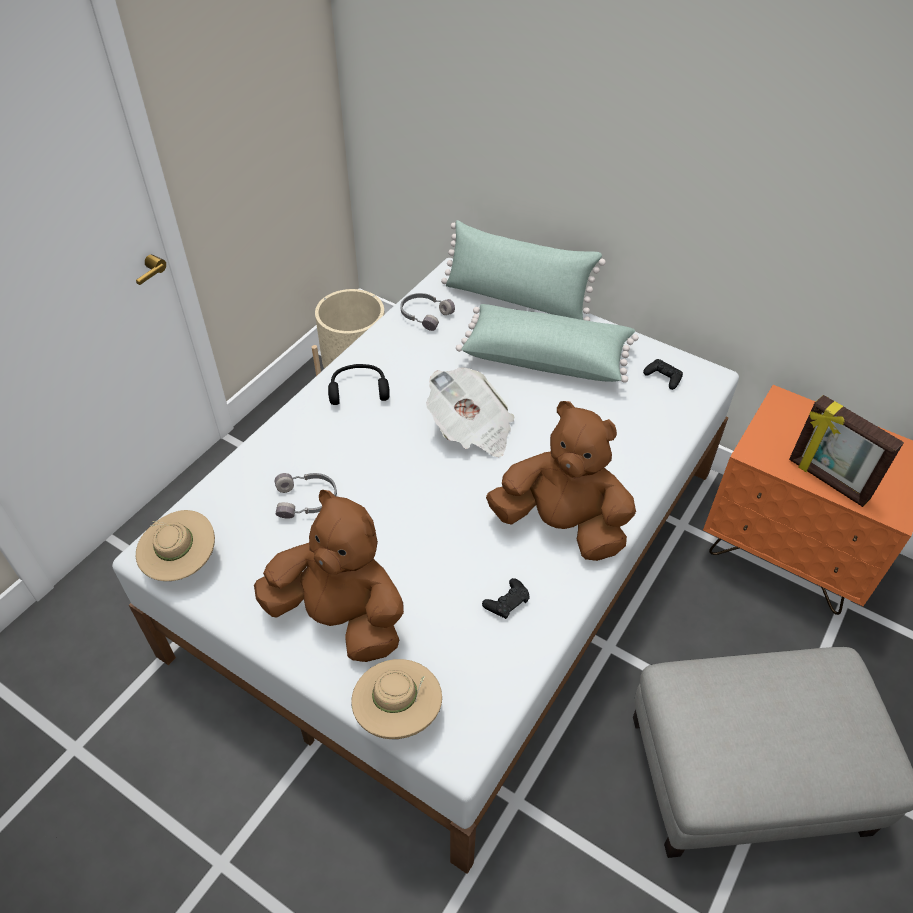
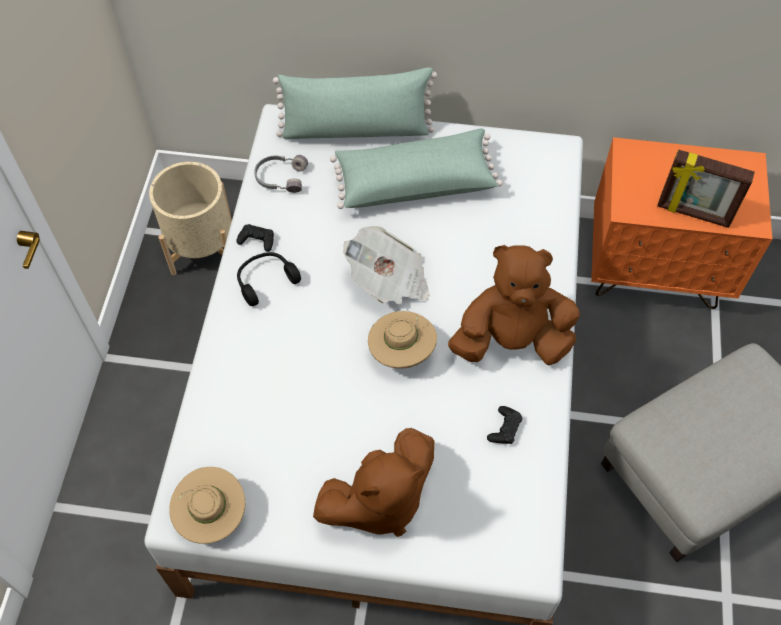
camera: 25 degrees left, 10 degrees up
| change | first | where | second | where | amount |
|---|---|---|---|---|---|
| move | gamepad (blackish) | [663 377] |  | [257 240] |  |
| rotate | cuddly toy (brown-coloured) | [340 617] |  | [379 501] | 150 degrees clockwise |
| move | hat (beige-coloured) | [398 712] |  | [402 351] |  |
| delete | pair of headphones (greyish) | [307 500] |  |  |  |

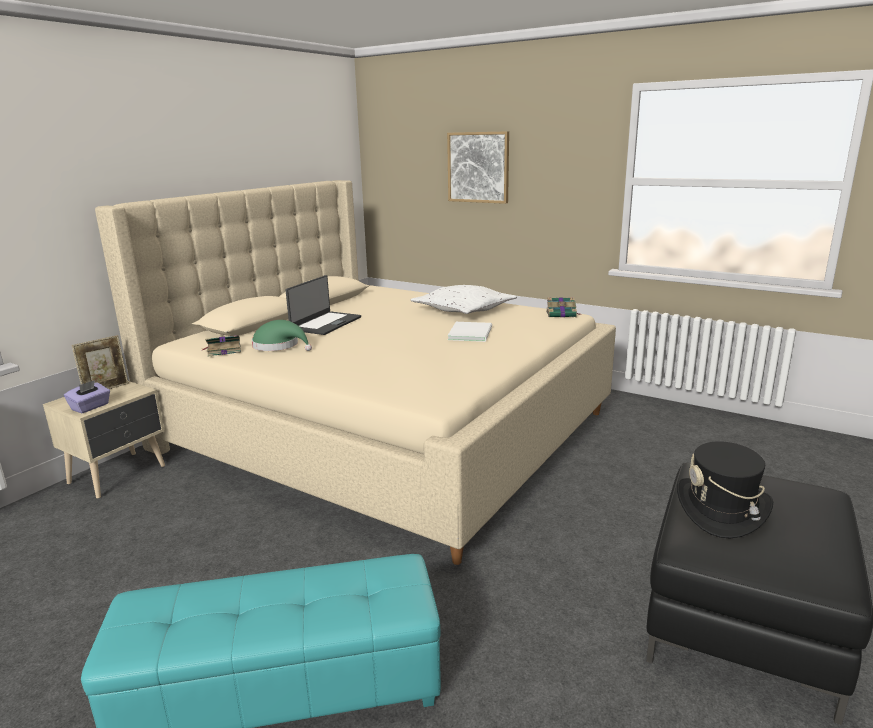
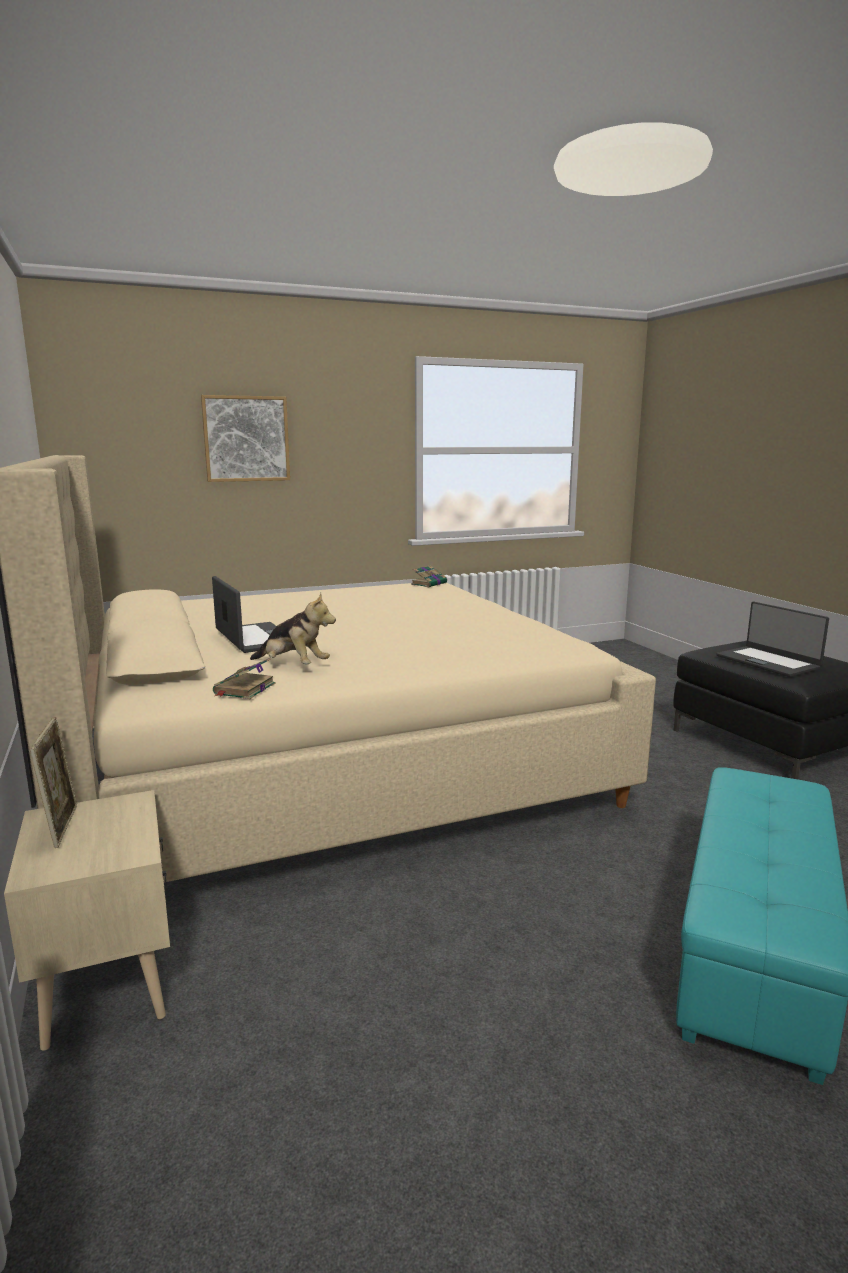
camera: 55 degrees left, 5 degrees down
| change | first | where | second | where | amount |
|---|---|---|---|---|---|
| replace | hat (green-coloured) | [279 346] | cuddly toy | [293 666] |  |
| replace | hat (blackish) | [721 510] | notebook computer | [768 662] |  |
| delete | tissue holder (purplish) | [90 407] |  |  |  |
| delete | throw pillow (whitish) | [463 310] |  |  |  |
| delete | bound book (whitish) | [472 333] |  |  |  |

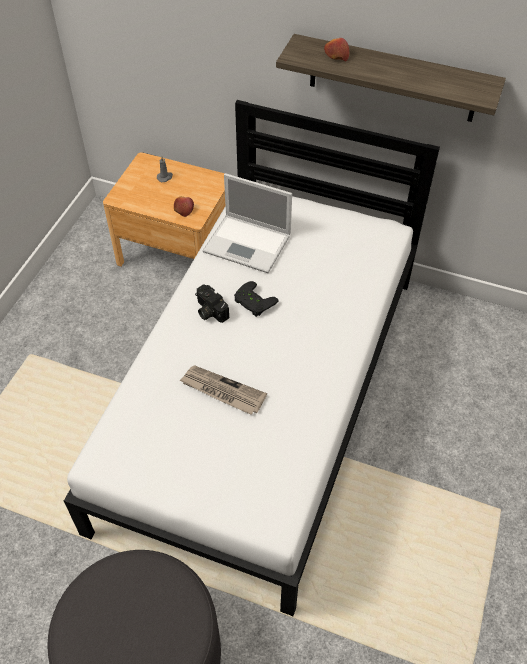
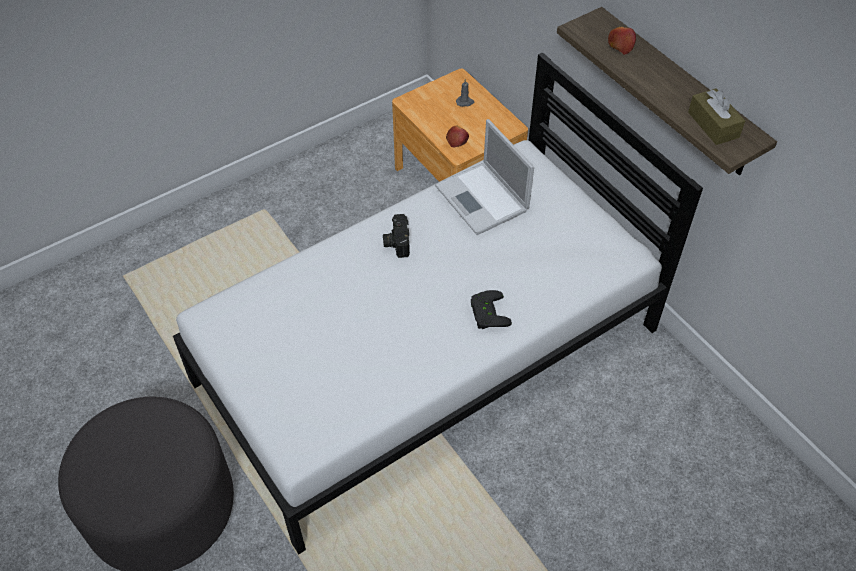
camera: 35 degrees right, 0 degrees up
| change | first | where | second | where | amount |
|---|---|---|---|---|---|
| move | gamepad (blackish) | [252 302] |  | [486 313] |  |
| insert |  |  | tissue holder (brown-coloured) | [713 125] |  |
| delete | newspaper | [222 391] |  |  |  |

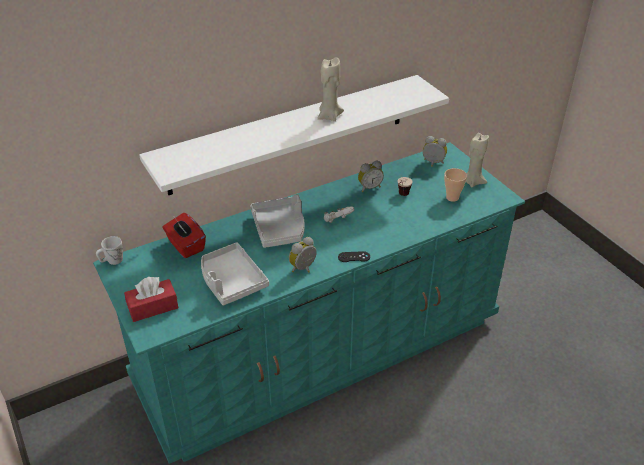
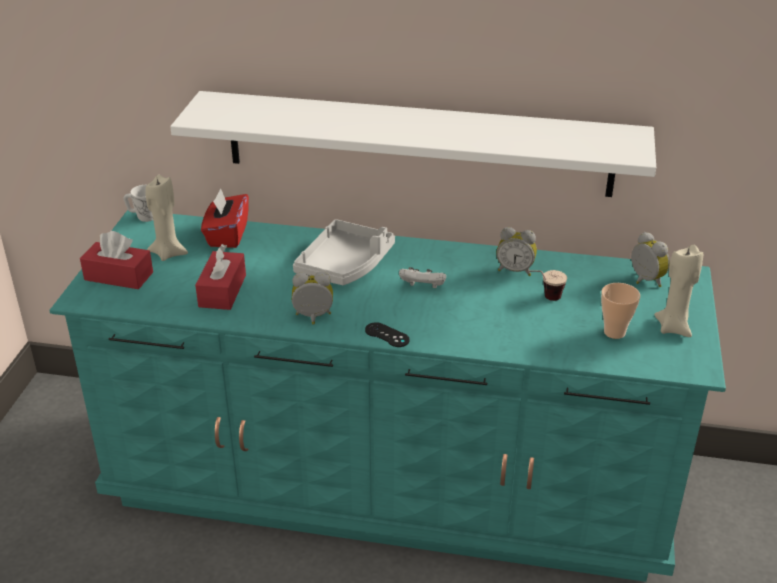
camera: 40 degrees right, 5 degrees down
| change | first | where | second | where | amount |
|---|---|---|---|---|---|
| move | candle (beige-coloured) | [329 116] |  | [168 253] |  |
| replace | serving tray (greyish) | [231 281] | tissue holder (red-coloured) | [222 291] |  |

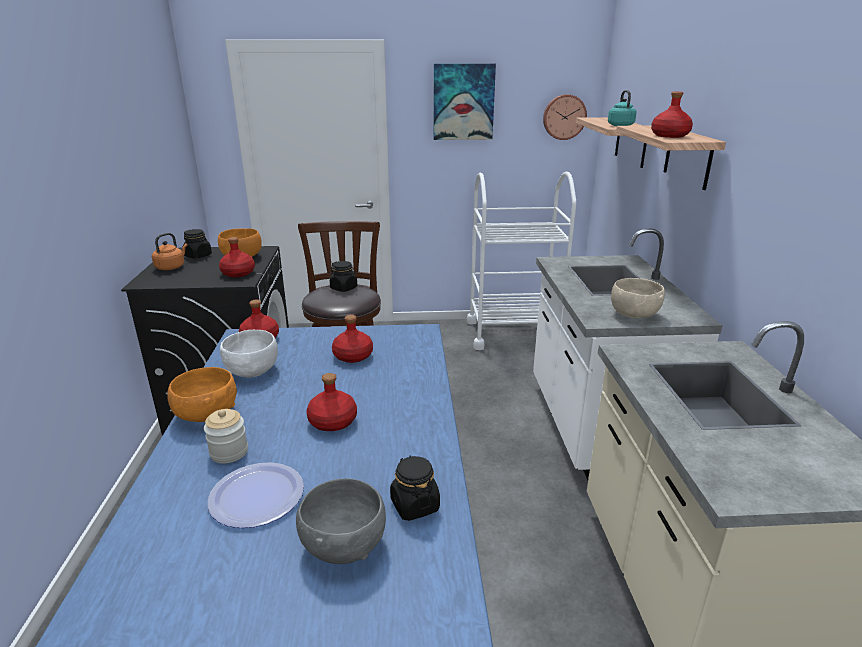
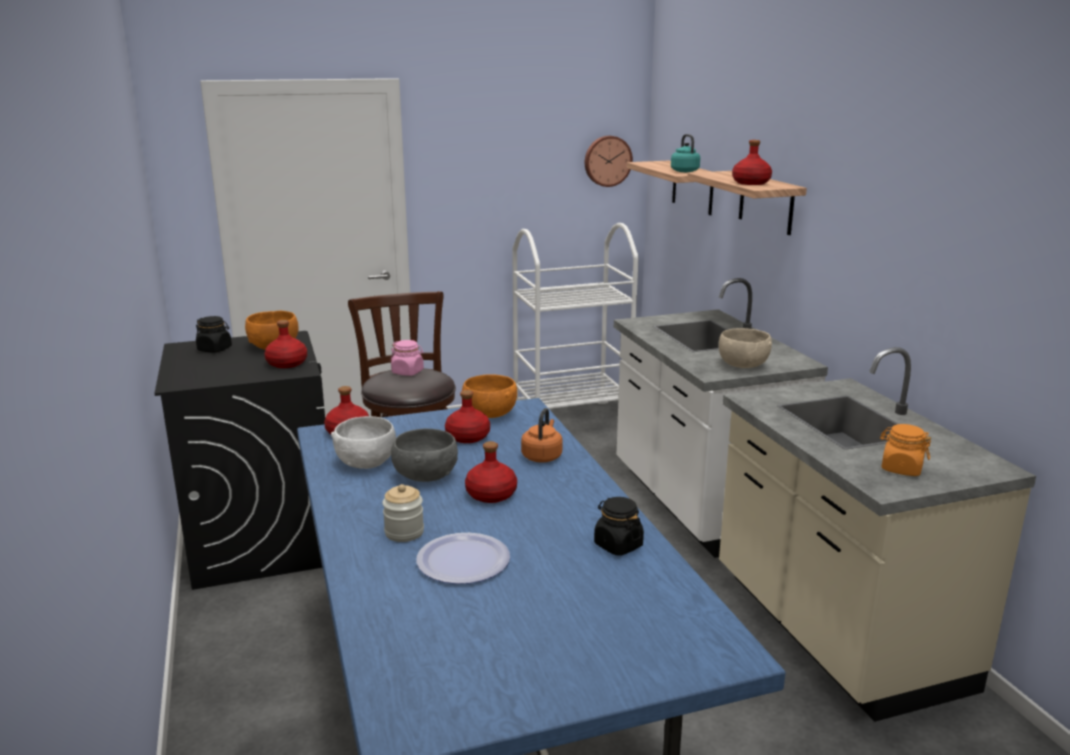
camera: 15 degrees left, 5 degrees down
| change | first | where | second | where | amount |
|---|---|---|---|---|---|
| recolor | storage jar (blackish) | [344 288] | storage jar (pink-coloured) | [408 372] |  |
| move | serving bowl (greyish) | [342 544] |  | [425 476] |  |
| move | serving bowl (orange) | [206 414] |  | [489 414] |  |
| move | kettle (orange) | [171 267] |  | [542 456] |  |
| insert |  |  | storage jar (orange) | [901 469] |  |
| delete | picture | [463 102] |  |  |  |

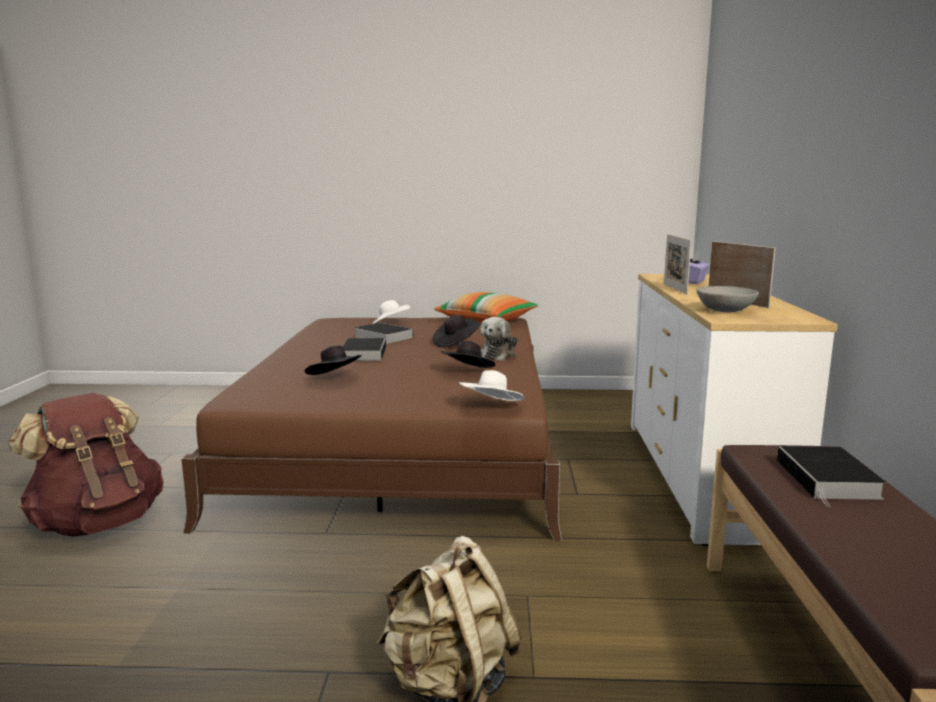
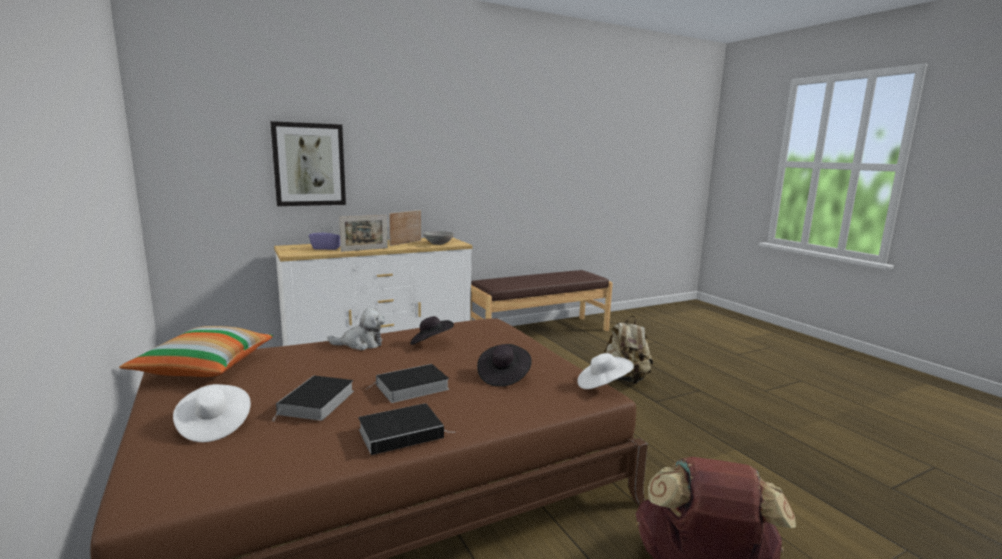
camera: 120 degrees left, 0 degrees up
| change | first | where | second | where | amount |
|---|---|---|---|---|---|
| insert |  |  | picture | [309 164] |  |
| move | bound book | [829 480] |  | [403 432] |  |
| move | hat (whitish) | [491 407] |  | [602 385] |  |
| delete | hat (blackish) | [456 343] |  |  |  |

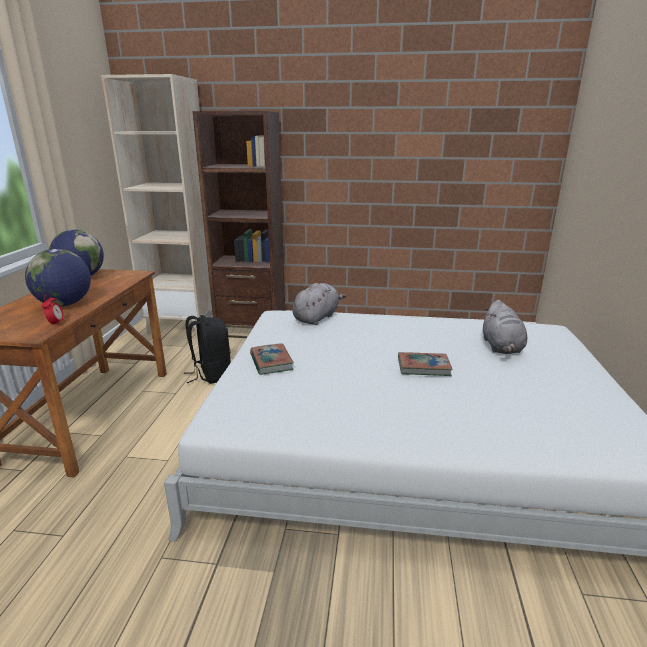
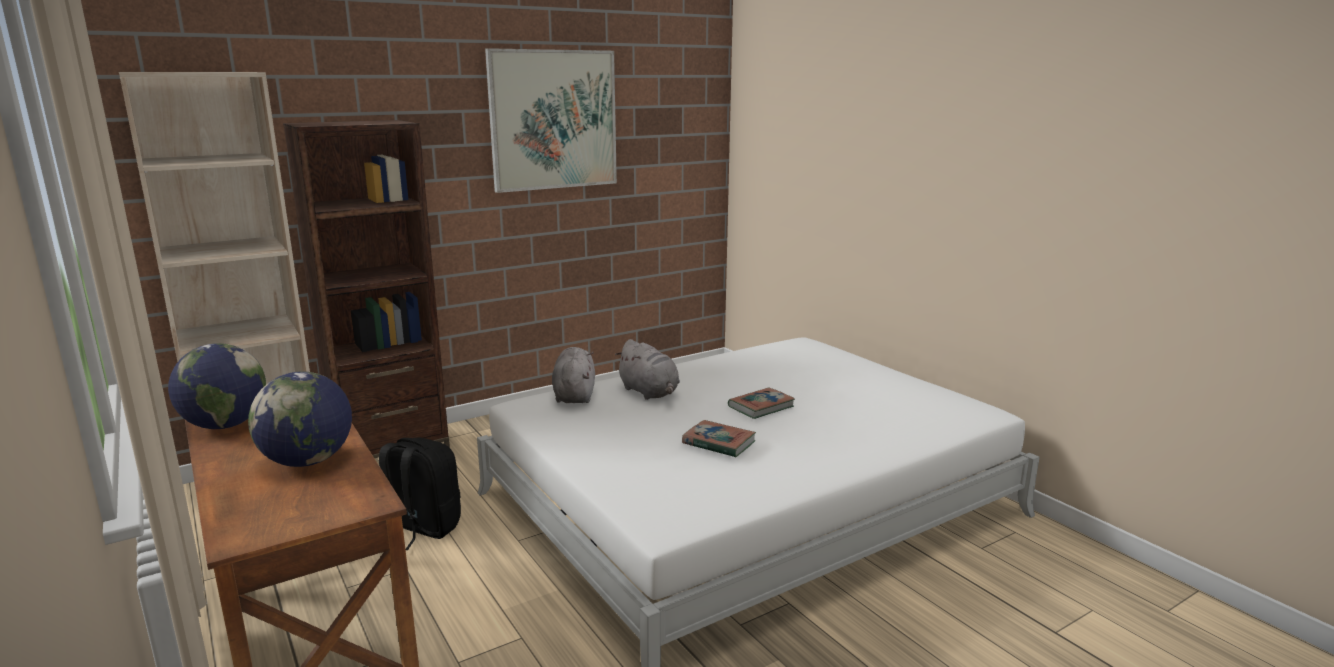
camera: 40 degrees left, 5 degrees down
| change | first | where | second | where | amount |
|---|---|---|---|---|---|
| insert |  |  | picture | [553 120] |  |
| move | cuddly toy (greyish) | [501 347] |  | [650 392] |  |
| move | bound book | [271 362] |  | [718 443] |  |
| delete | alarm clock | [56 324] |  |  |  |

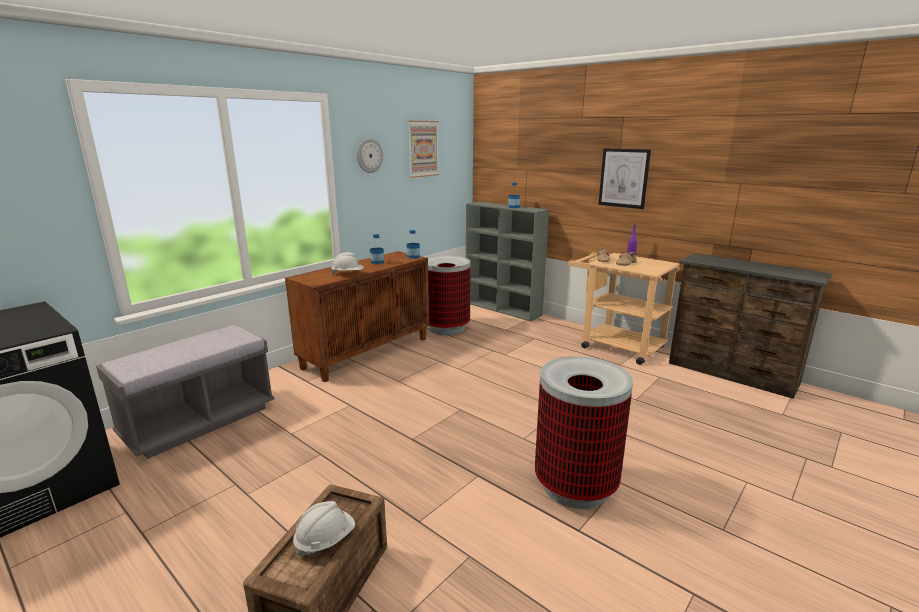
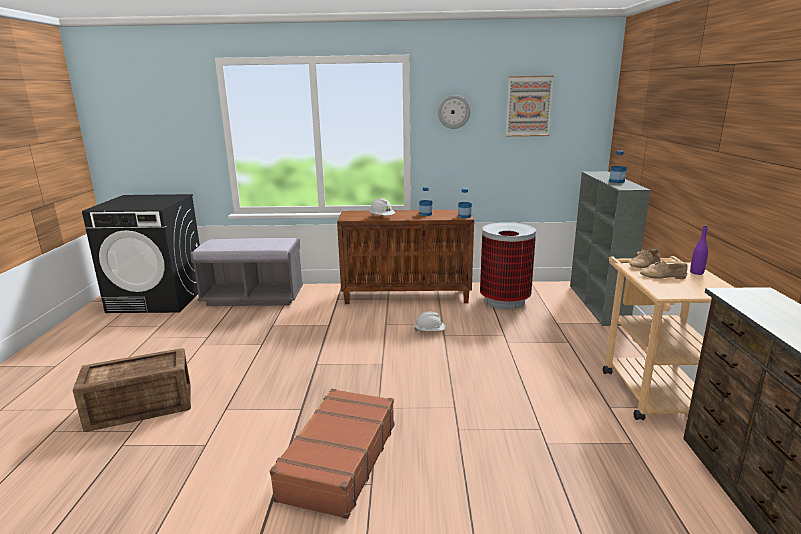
camera: 50 degrees right, 0 degrees up
| change | first | where | second | where | amount |
|---|---|---|---|---|---|
| replace | waste bin | [576 486] | piece of luggage (brown-coloured) | [338 460] |  |
| move | safety helmet (whitish) | [325 540] |  | [430 331] |  |
| delete | picture | [624 178] |  |  |  |

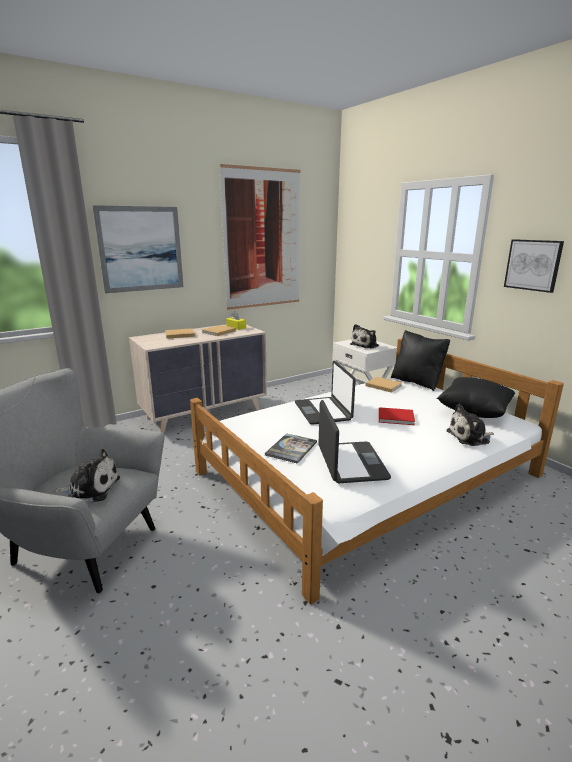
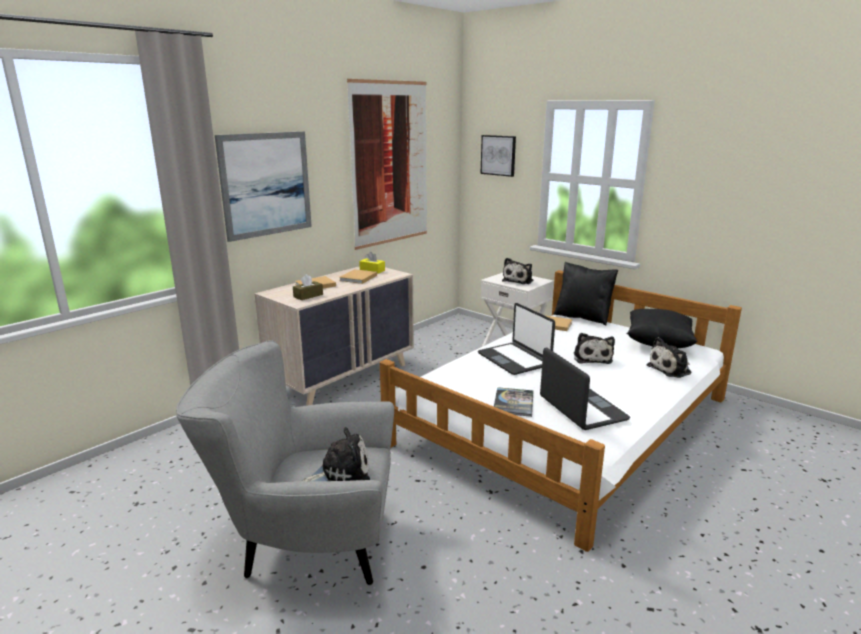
camera: 15 degrees left, 0 degrees up
| change | first | where | second | where | amount |
|---|---|---|---|---|---|
| insert |  |  | tissue holder (brown-coloured) | [308 296] |  |
| move | picture | [533 265] |  | [498 155] |  |
| replace | bound book (red-coloured) | [397 418] | cuddly toy | [592 358] |  |

